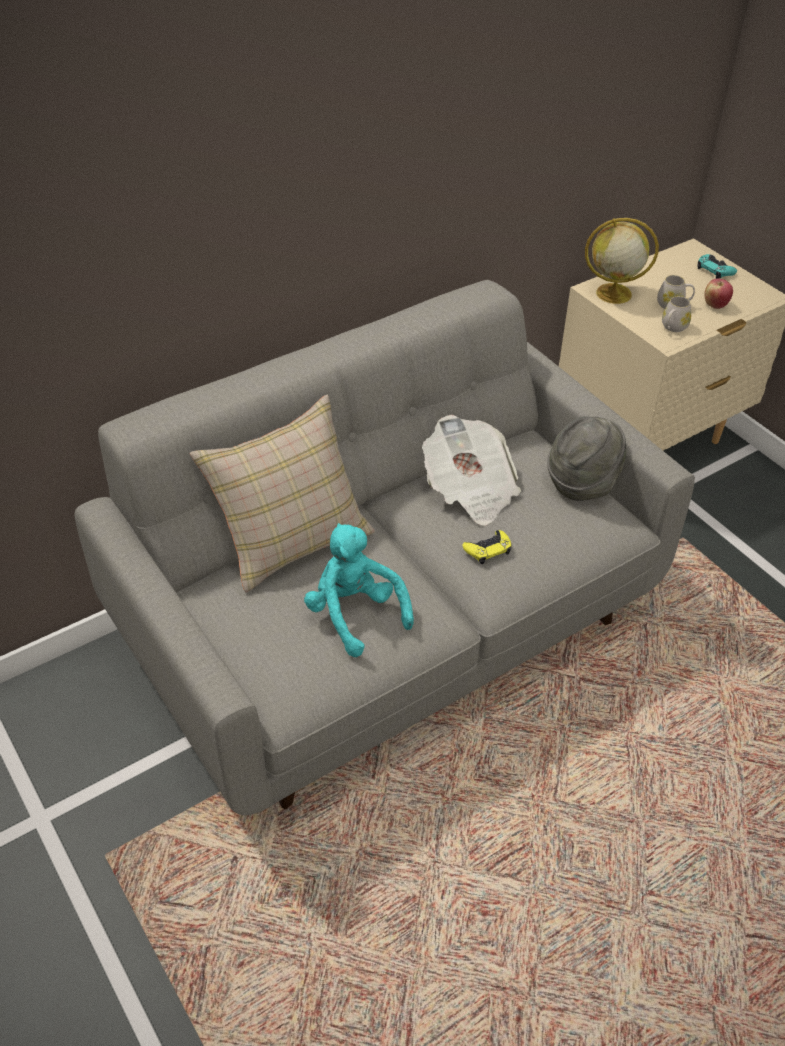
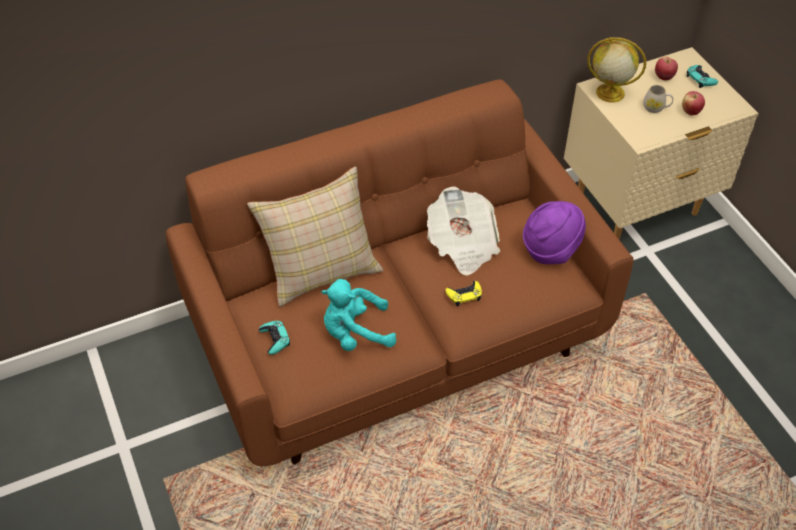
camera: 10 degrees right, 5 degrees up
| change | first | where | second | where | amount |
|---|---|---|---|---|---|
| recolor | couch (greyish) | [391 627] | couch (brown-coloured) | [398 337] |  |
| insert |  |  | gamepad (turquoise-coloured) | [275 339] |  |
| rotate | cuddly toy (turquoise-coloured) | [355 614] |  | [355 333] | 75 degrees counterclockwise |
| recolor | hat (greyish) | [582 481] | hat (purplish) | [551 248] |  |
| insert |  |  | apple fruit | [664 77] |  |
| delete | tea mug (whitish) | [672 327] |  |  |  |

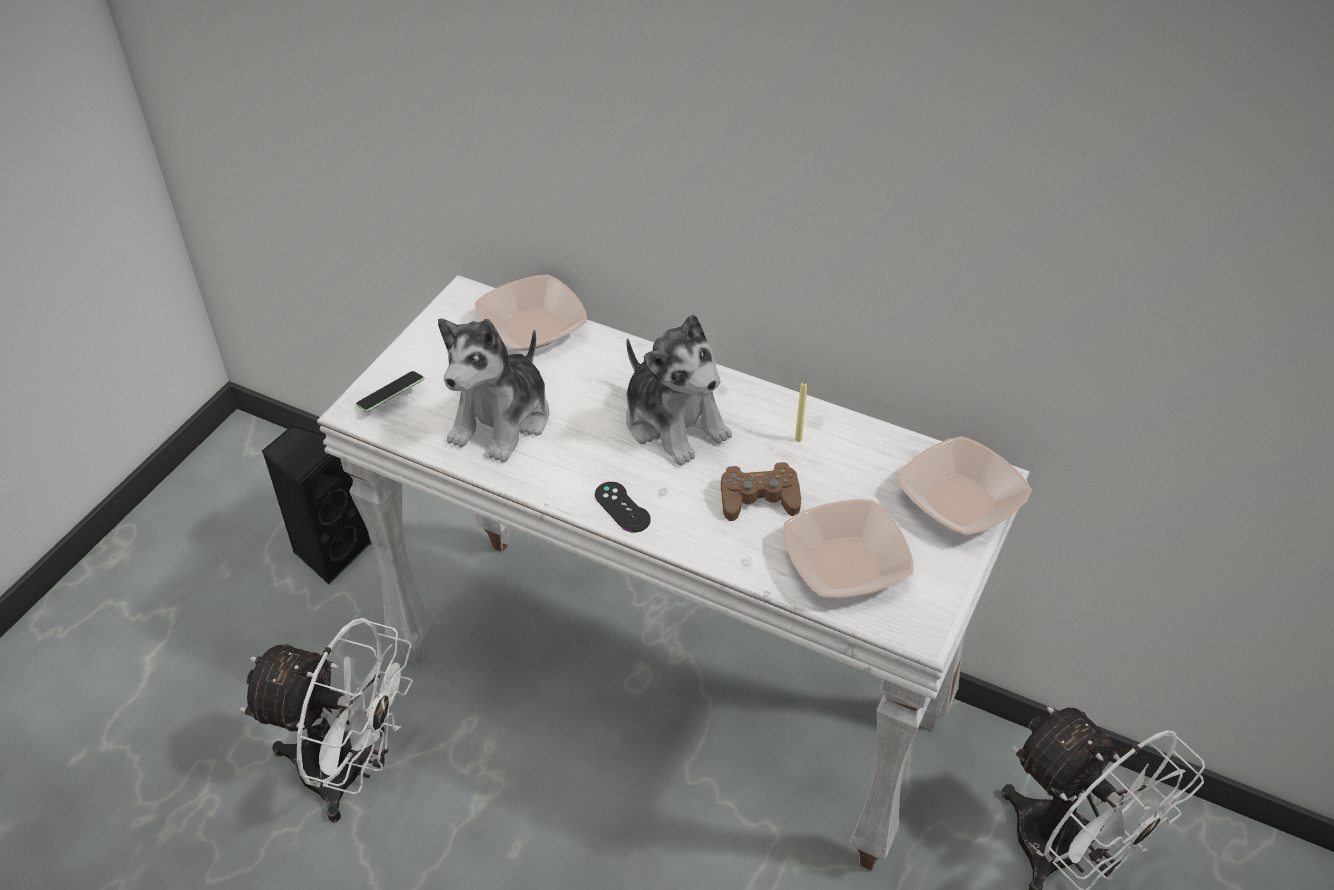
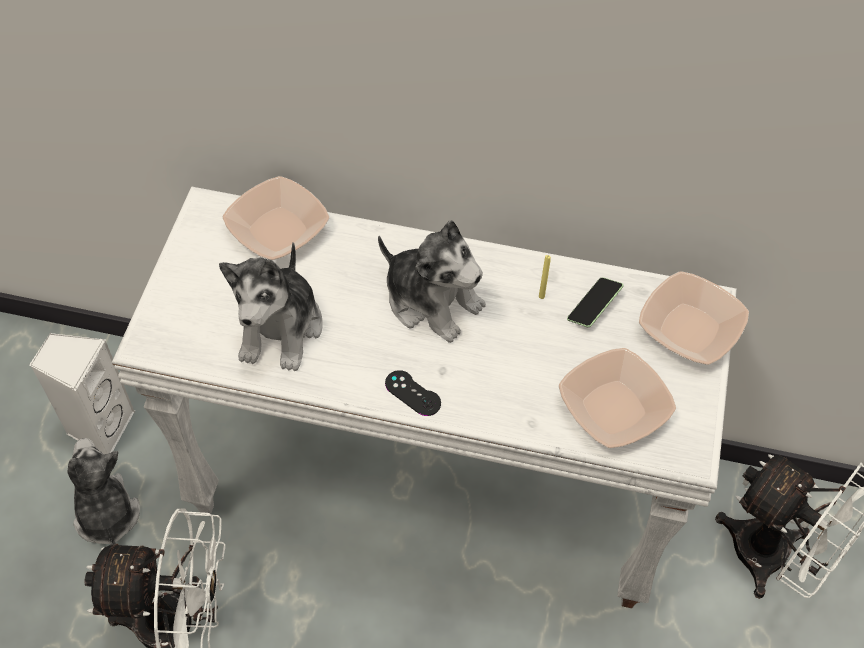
camera: 15 degrees left, 10 degrees up
| change | first | where | second | where | amount |
|---|---|---|---|---|---|
| recolor | loudspeaker (blackish) | [330 551] | loudspeaker (whitish) | [100 426] |  |
| insert |  |  | cuddly toy | [106 513] |  |
| move | telephone | [391 398] |  | [594 307] |  |
| delete | gamepad (brown-coloured) | [759 499] |  |  |  |

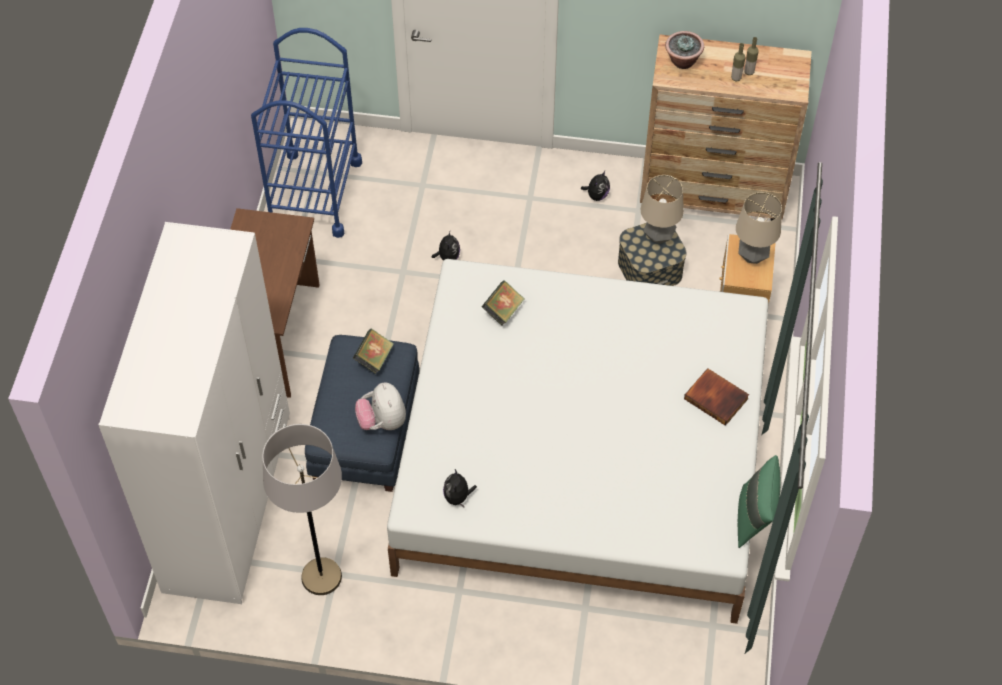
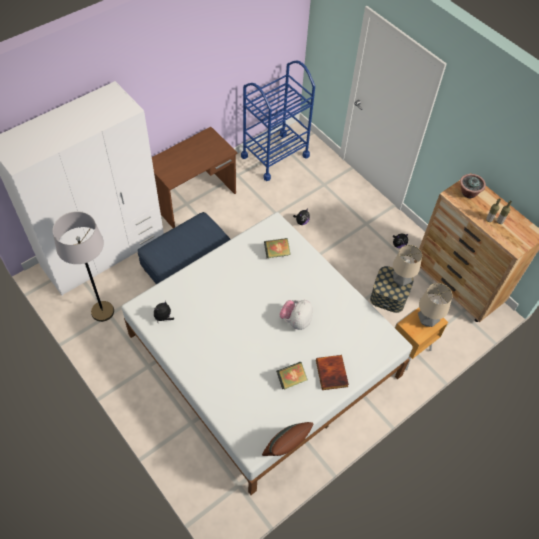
camera: 40 degrees right, 0 degrees up
| change | first | where | second | where | amount |
|---|---|---|---|---|---|
| recolor | throw pillow (green-coloured) | [754 518] | throw pillow (brown-coloured) | [286 448] |  |
| move | bound book | [374 358] |  | [291 379] |  |
| move | cuddly toy | [382 421] |  | [296 321] |  |

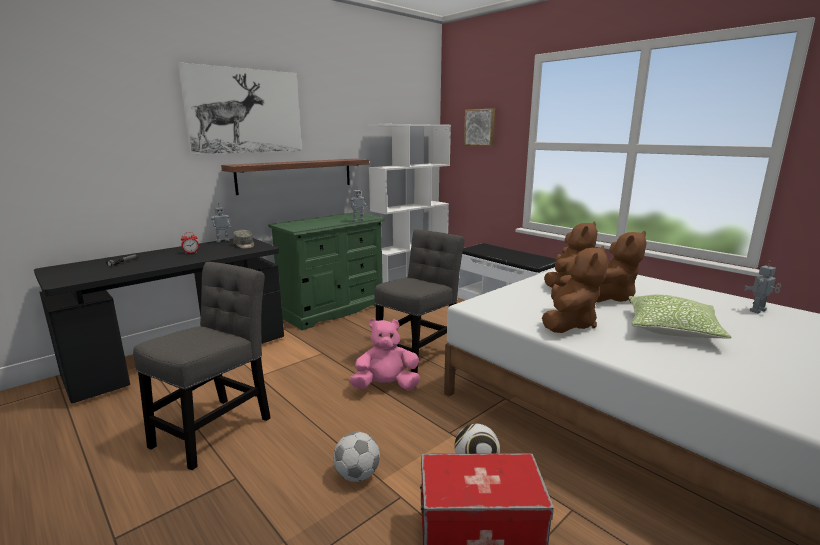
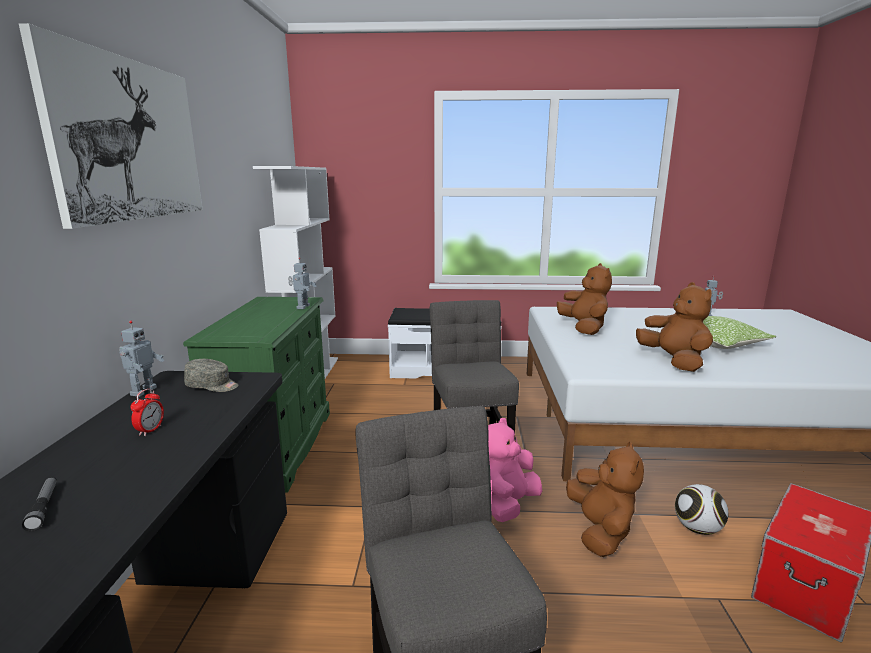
camera: 45 degrees left, 0 degrees up
| change | first | where | second | where | amount |
|---|---|---|---|---|---|
| move | cuddly toy (brown-coloured) | [610 297] |  | [600 531] |  |
| delete | bracket shelf | [296 175] |  |  |  |
| delete | football | [357 475] |  |  |  |
| delete | picture | [480 127] |  |  |  |

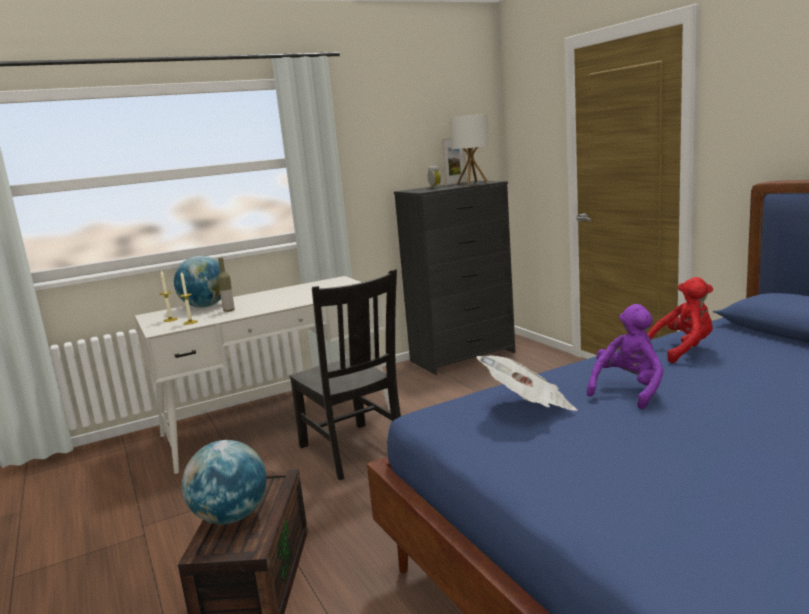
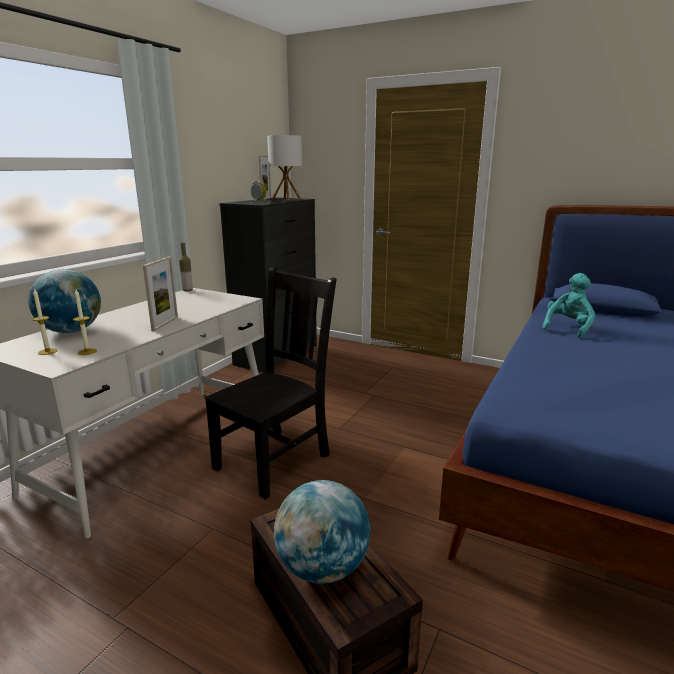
camera: 35 degrees left, 5 degrees up
| change | first | where | second | where | amount |
|---|---|---|---|---|---|
| insert |  |  | standing frame | [165 323] |  |
| move | drink bottle | [229 310] |  | [187 290] |  |
| rotate | chair (blackish) | [353 451] |  | [275 460] | 75 degrees counterclockwise |
| recolor | cuddly toy (red-coloured) | [682 350] | cuddly toy (turquoise-coloured) | [567 328] |  |
| delete | newspaper | [528 406] |  |  |  |
| delete | cuddly toy (purplish) | [628 390] |  |  |  |

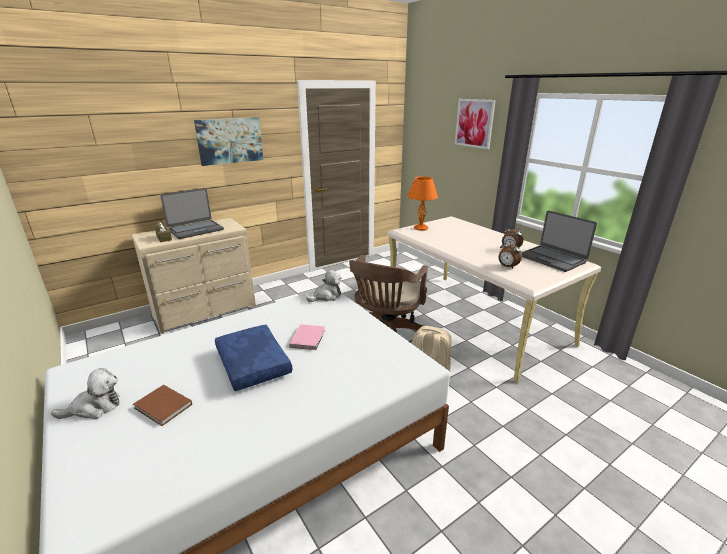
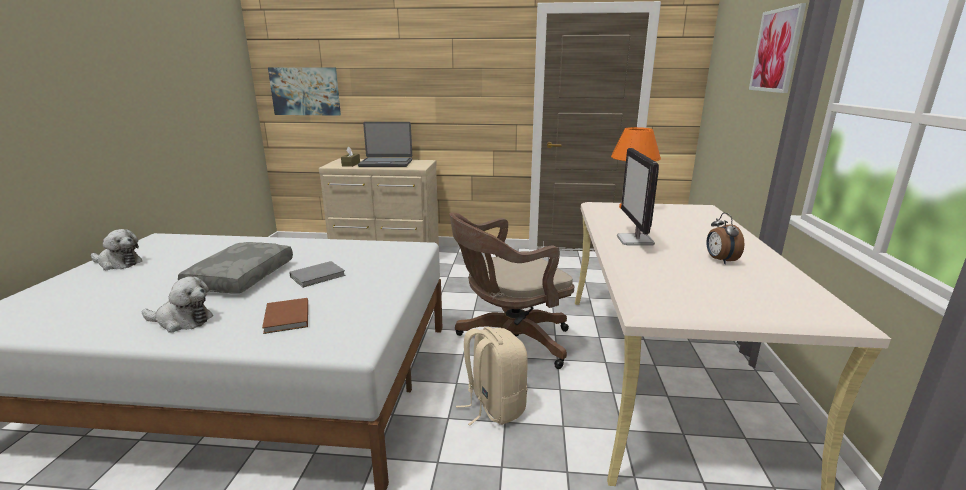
camera: 40 degrees right, 5 degrees down
| change | first | where | second | where | amount |
|---|---|---|---|---|---|
| move | cuddly toy | [326 296] |  | [182 321] |  |
| recolor | throw pillow (blue-coloured) | [251 364] | throw pillow (greyish) | [241 277] |  |
| move | bound book (brown-coloured) | [163 407] |  | [286 318] |  |
| move | picture | [230 140] |  | [305 91] |  |
| recolor | bound book (pink-coloured) | [308 338] | bound book (greyish) | [319 276] |  |
| insert |  |  | monitor | [635 240] |  |
| delete | alarm clock | [507 267] |  |  |  |
| delete | notebook computer | [552 259] |  |  |  |

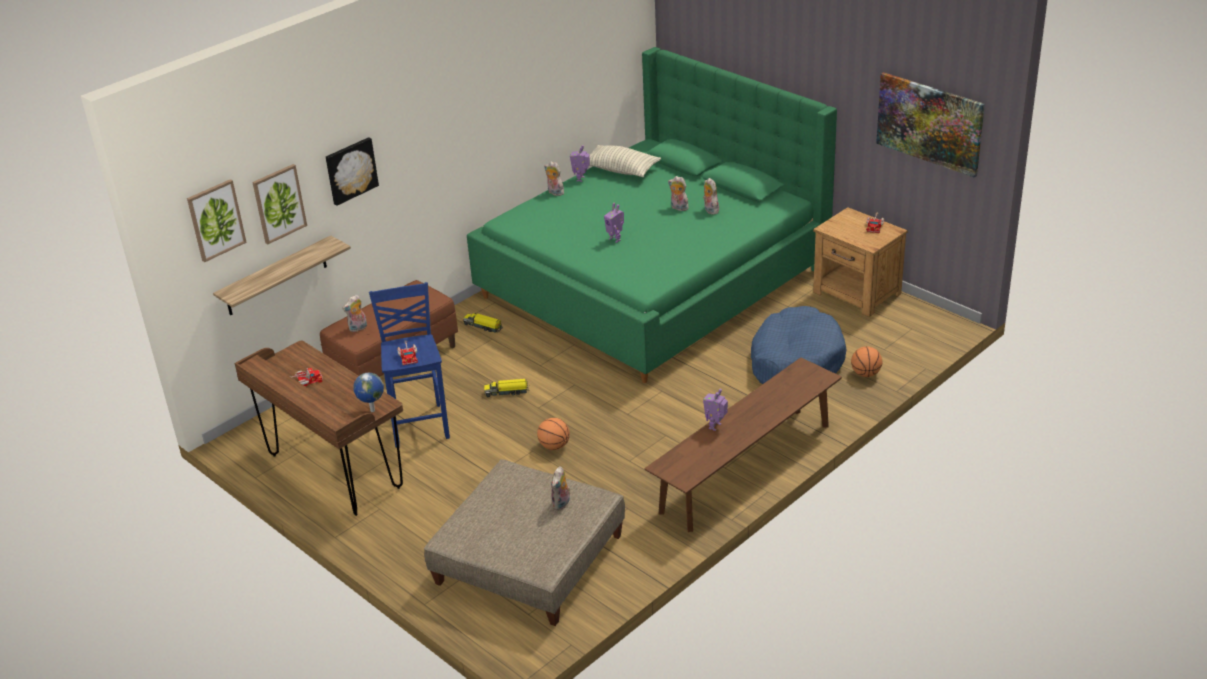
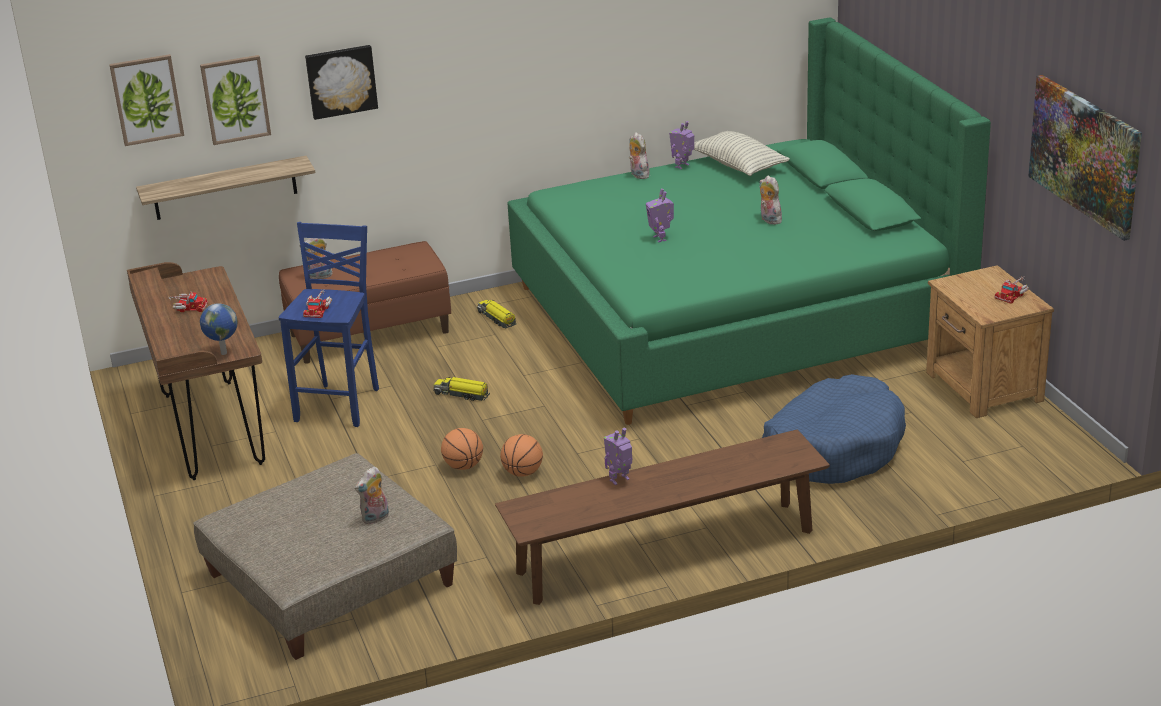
camera: 25 degrees right, 5 degrees down
| change | first | where | second | where | amount |
|---|---|---|---|---|---|
| move | ball for basketball | [865 374] |  | [523 473] |  |
| delete | cuddly toy | [710 210] |  |  |  |

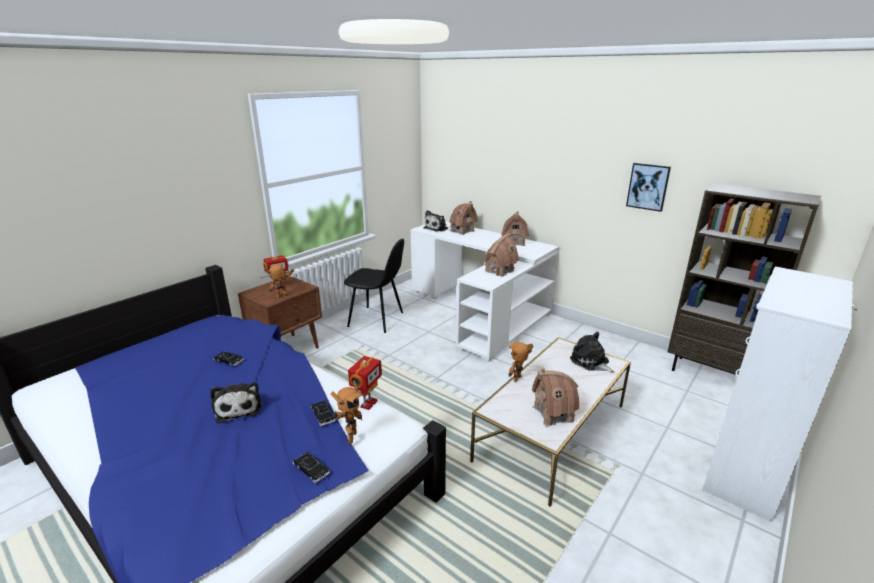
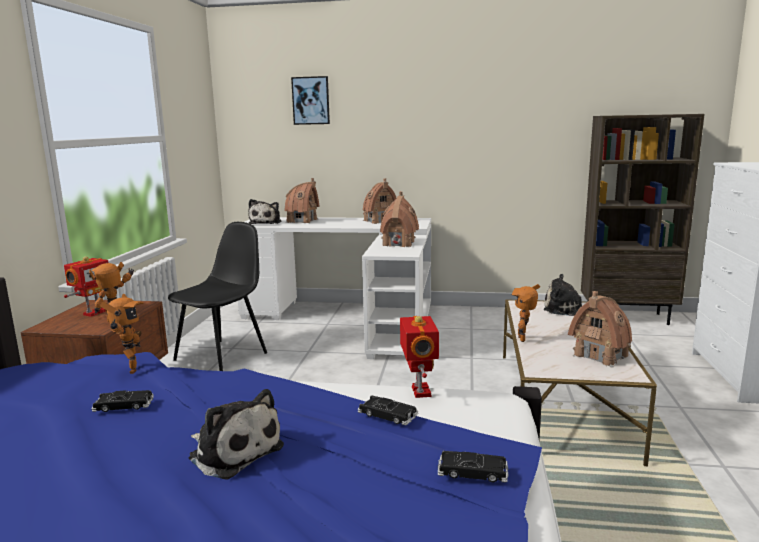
camera: 30 degrees left, 10 degrees down
| change | first | where | second | where | amount |
|---|---|---|---|---|---|
| move | model robot | [349 438] |  | [129 369] |  |
| rotate | chair (blackish) | [377 320] |  | [223 356] | 45 degrees counterclockwise |
| move | picture | [648 186] |  | [311 100] |  |

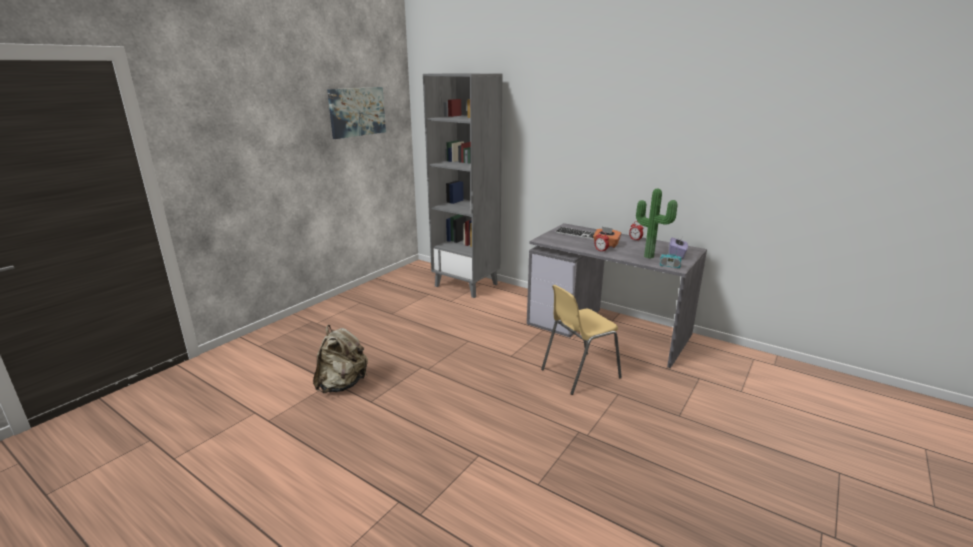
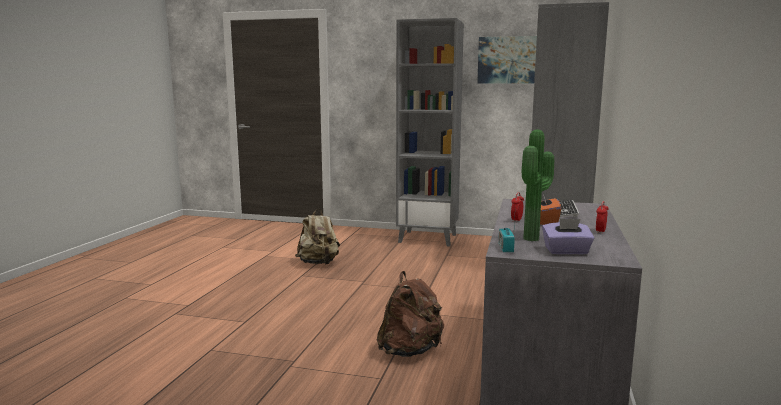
camera: 70 degrees right, 10 degrees down
| change | first | where | second | where | amount |
|---|---|---|---|---|---|
| replace | chair (yellowish) | [579 373] | knapsack (brown-coloured) | [410 351] |  |
| insert |  |  | bookcase (greyish) | [428 238] |  |

